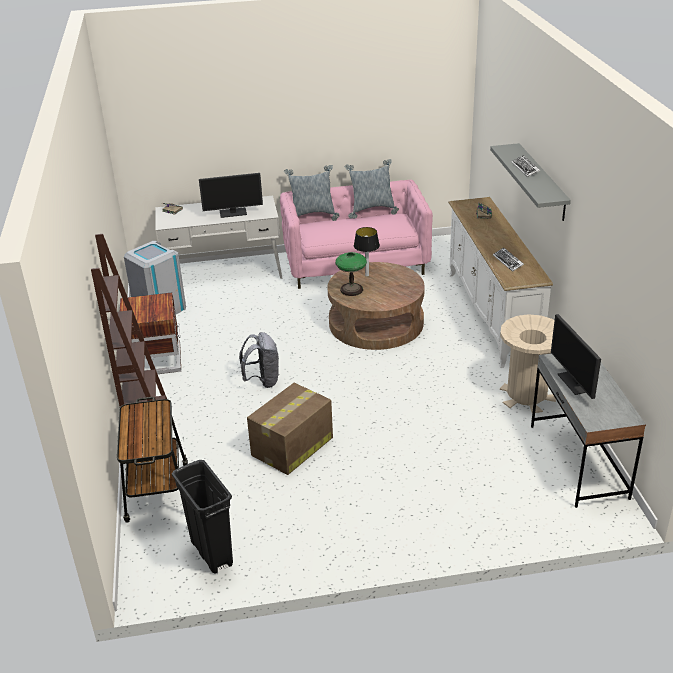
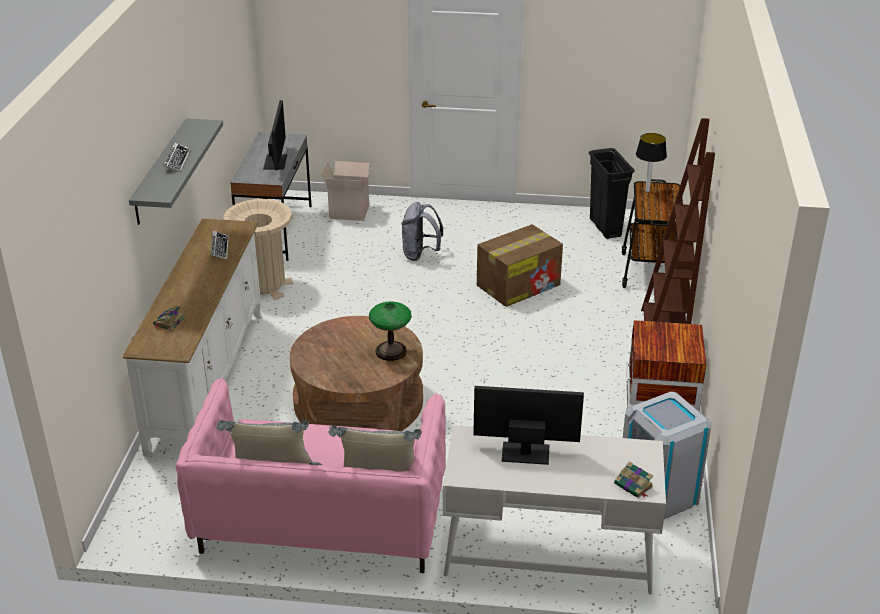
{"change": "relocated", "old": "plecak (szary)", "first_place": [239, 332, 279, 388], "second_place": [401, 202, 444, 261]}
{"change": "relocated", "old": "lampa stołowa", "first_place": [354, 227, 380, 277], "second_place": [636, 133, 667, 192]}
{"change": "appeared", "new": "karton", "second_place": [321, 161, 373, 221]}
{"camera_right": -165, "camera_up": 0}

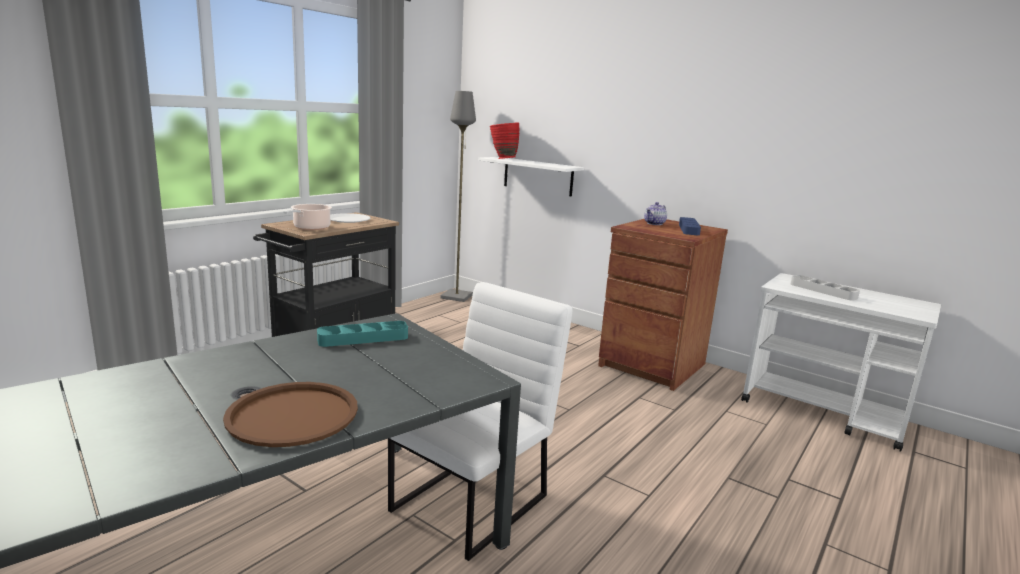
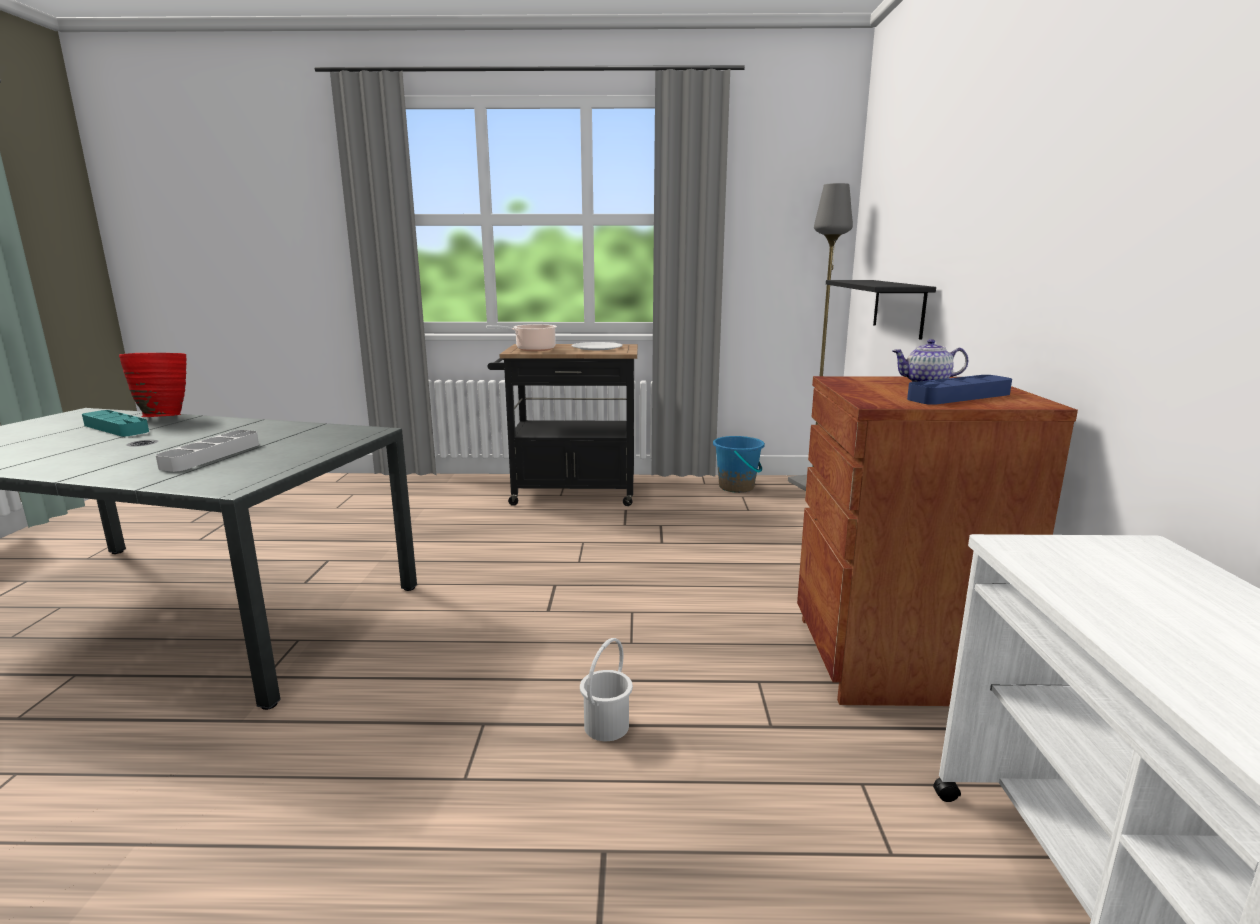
{"change": "missing", "old": "taca (brązowy)", "first_place": [223, 382, 358, 447]}
{"change": "relocated", "old": "taca (turkusowy)", "first_place": [317, 321, 408, 347], "second_place": [82, 410, 149, 436]}
{"change": "missing", "old": "krzesło (biały)", "first_place": [388, 282, 572, 561]}
{"change": "colour", "old": "półka (biały)", "new": "półka (czarny)", "first_place": [478, 157, 584, 196], "second_place": [826, 280, 936, 340]}
{"change": "relocated", "old": "wazon (czerwony)", "first_place": [490, 122, 519, 159], "second_place": [119, 353, 187, 417]}
{"change": "relocated", "old": "taca (szary)", "first_place": [791, 275, 860, 301], "second_place": [156, 430, 259, 472]}
{"change": "appeared", "new": "wiadro (biały)", "second_place": [580, 638, 633, 741]}
{"change": "appeared", "new": "wiadro (niebieski)", "second_place": [713, 436, 765, 493]}
{"camera_right": 55, "camera_up": 0}

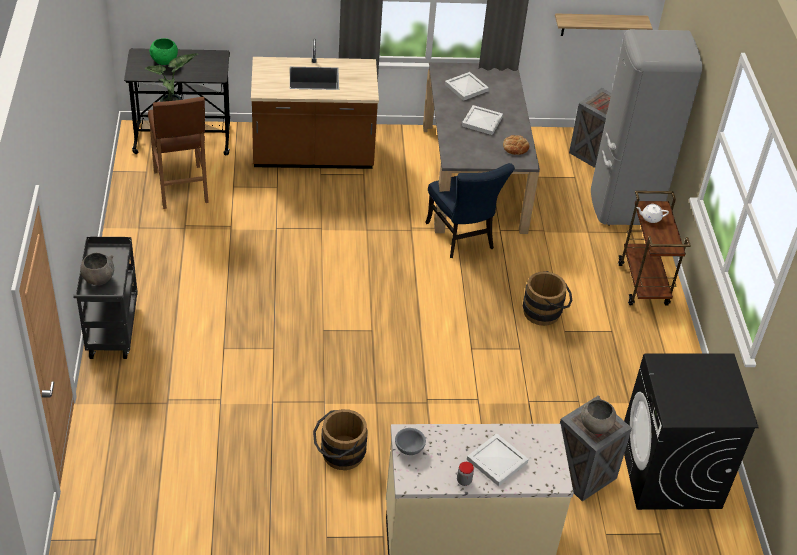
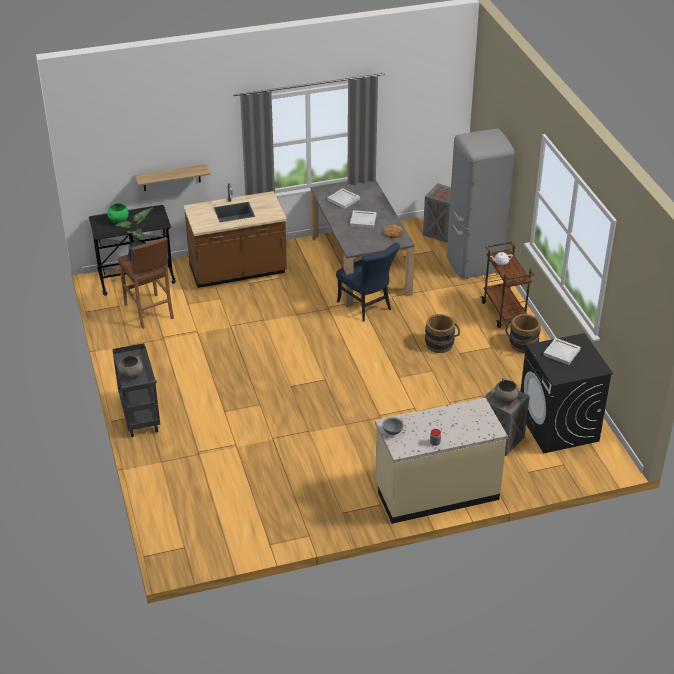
{"change": "relocated", "old": "wiadro (brązowy)", "first_place": [313, 409, 368, 470], "second_place": [505, 314, 541, 353]}
{"change": "relocated", "old": "taca (biały)", "first_place": [467, 434, 529, 486], "second_place": [543, 338, 581, 365]}
{"change": "relocated", "old": "półka", "first_place": [555, 13, 653, 36], "second_place": [135, 164, 210, 191]}
{"camera_right": -10, "camera_up": -5}

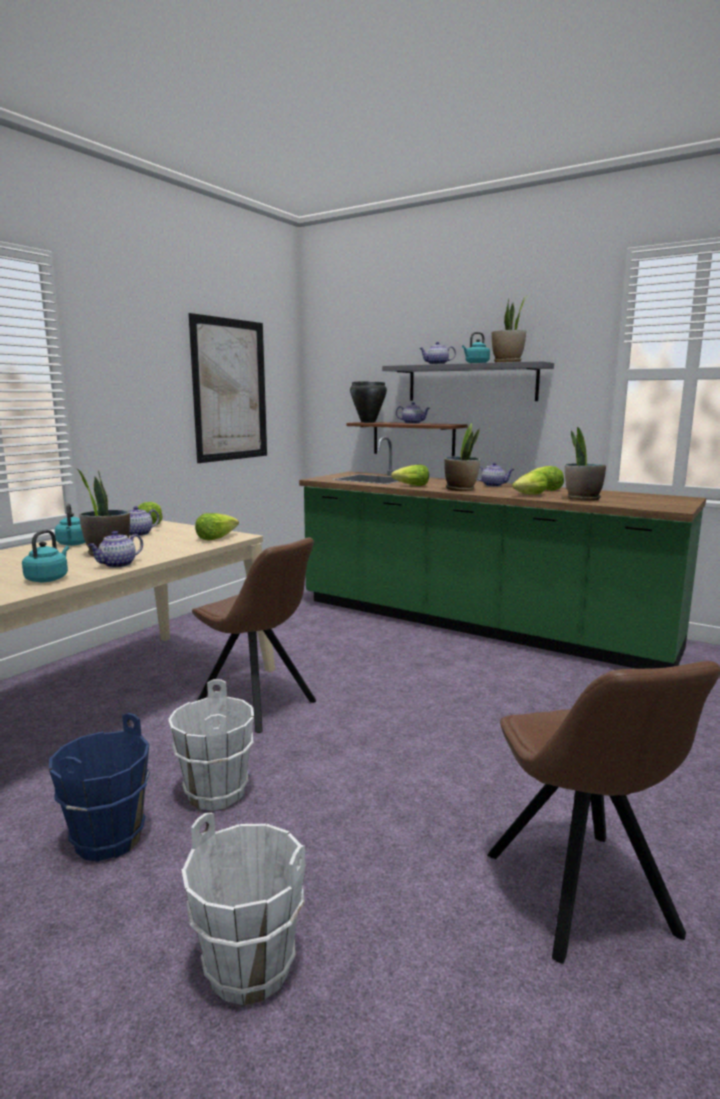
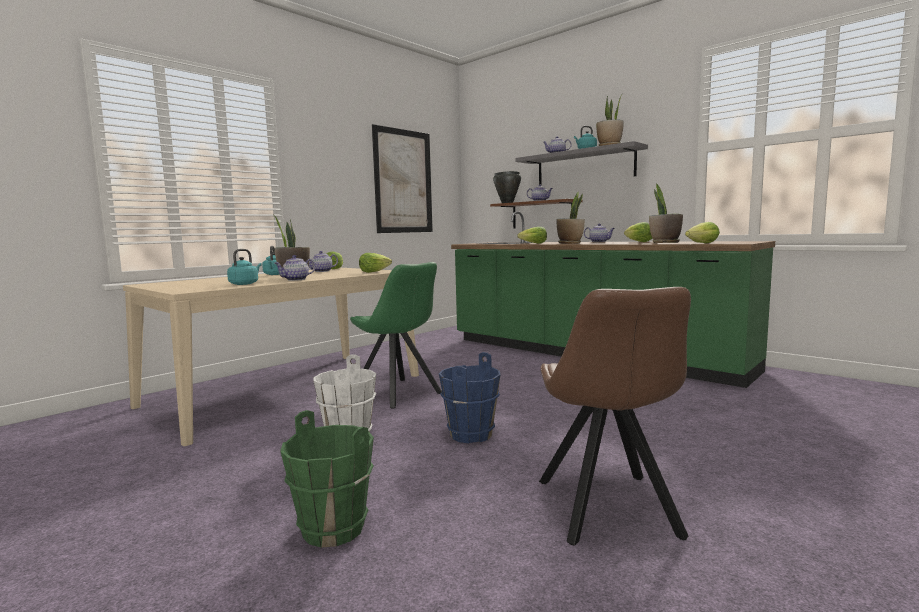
{"change": "relocated", "old": "wiadro (niebieski)", "first_place": [49, 713, 150, 862], "second_place": [439, 352, 501, 443]}
{"change": "colour", "old": "wiadro (biały)", "new": "wiadro (zielony)", "first_place": [181, 813, 306, 1005], "second_place": [280, 410, 374, 548]}
{"change": "colour", "old": "krzesło (brązowy)", "new": "krzesło (zielony)", "first_place": [192, 537, 316, 733], "second_place": [350, 262, 442, 409]}
{"change": "relocated", "old": "sałata", "first_place": [512, 471, 548, 495], "second_place": [685, 222, 720, 243]}
{"camera_right": 10, "camera_up": -5}

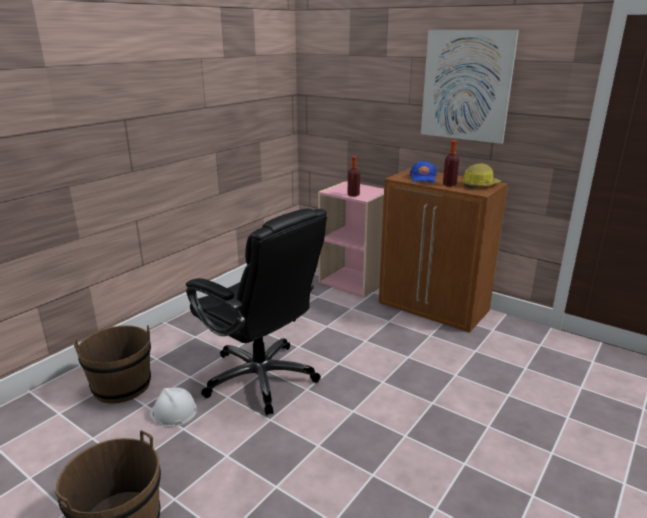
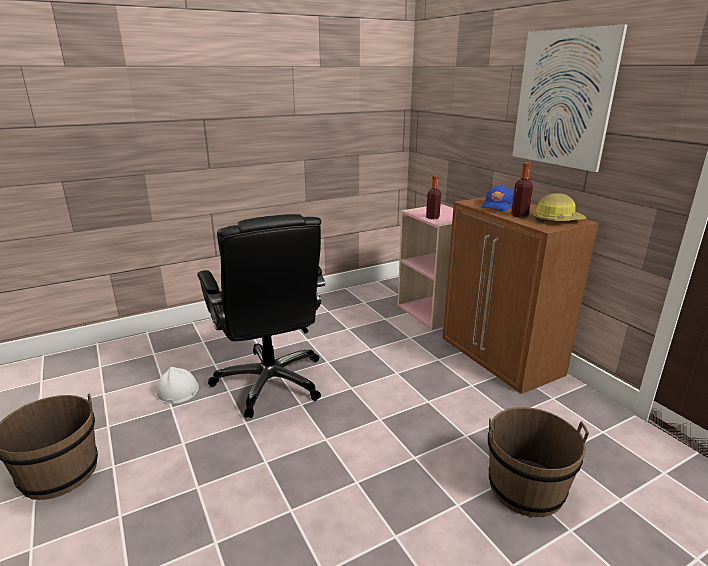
{"change": "relocated", "old": "wiadro (brązowy)", "first_place": [74, 325, 151, 404], "second_place": [488, 407, 589, 517]}
{"camera_right": 25, "camera_up": 0}

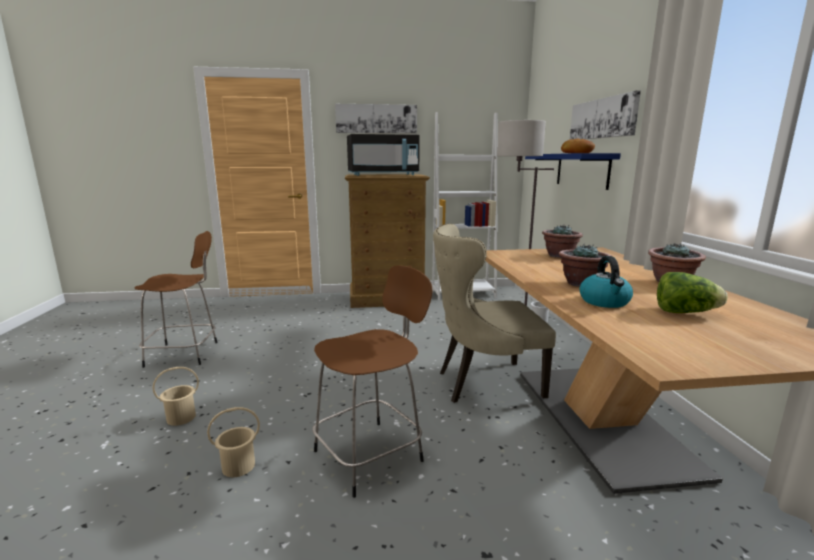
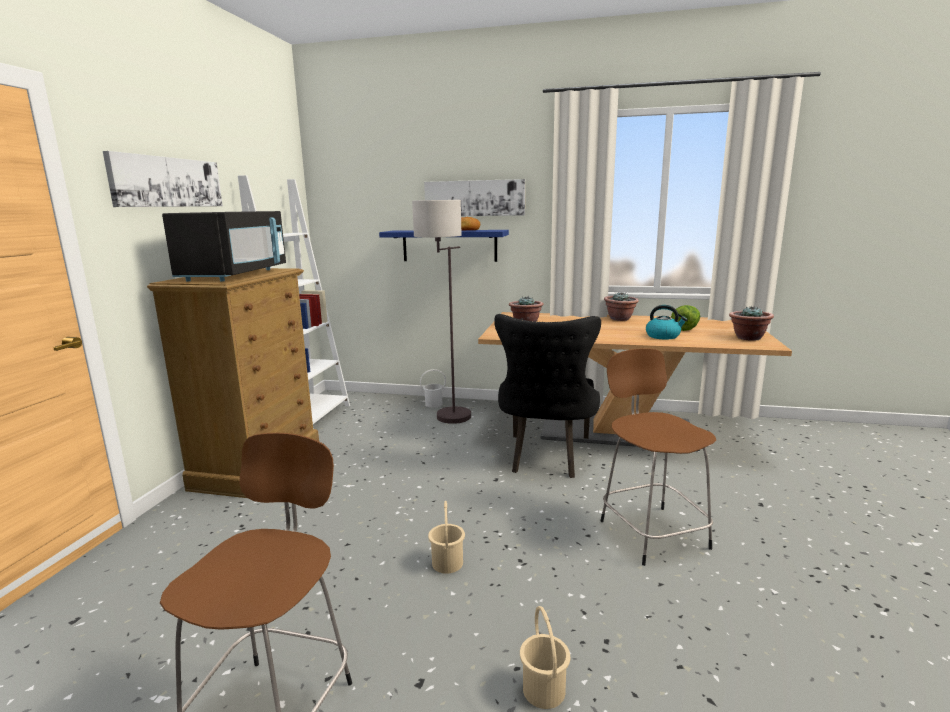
{"change": "relocated", "old": "wiadro (beżowy)", "first_place": [207, 407, 260, 477], "second_place": [428, 501, 465, 574]}
{"change": "colour", "old": "krzesło (beżowy)", "new": "krzesło (czarny)", "first_place": [433, 224, 556, 403], "second_place": [494, 314, 601, 478]}
{"change": "relocated", "old": "roślina doniczkowa", "first_place": [559, 243, 611, 287], "second_place": [729, 305, 774, 341]}
{"camera_right": -70, "camera_up": 0}

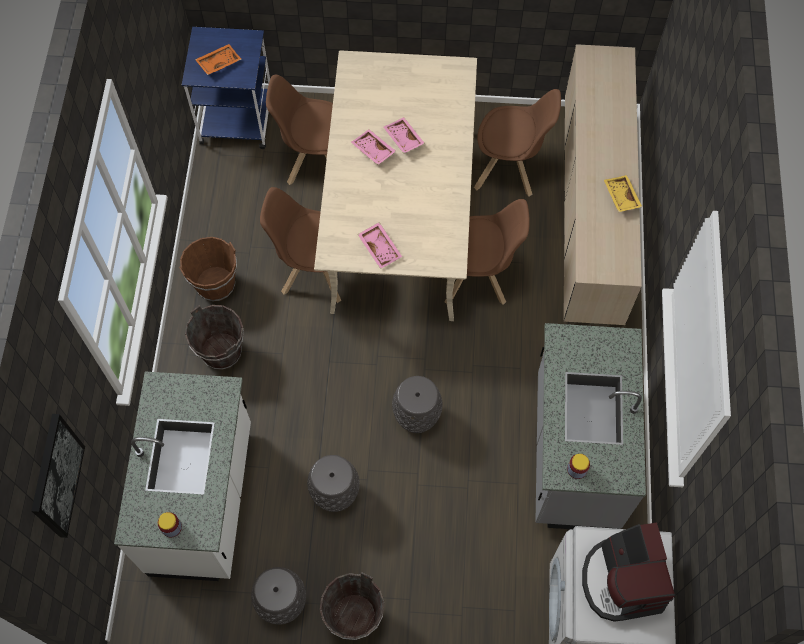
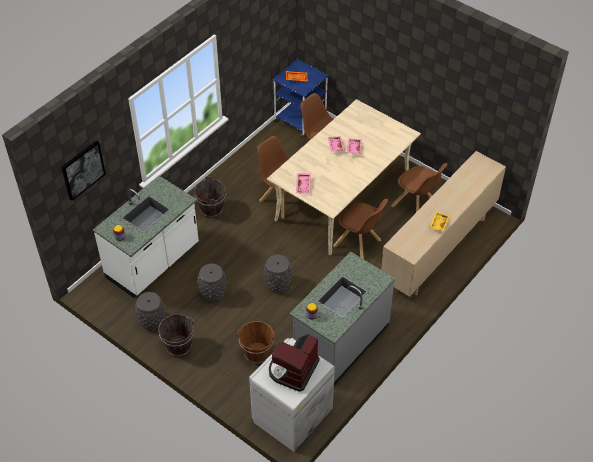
{"change": "relocated", "old": "wiadro (brązowy)", "first_place": [179, 237, 237, 301], "second_place": [238, 321, 274, 364]}
{"camera_right": 35, "camera_up": -15}

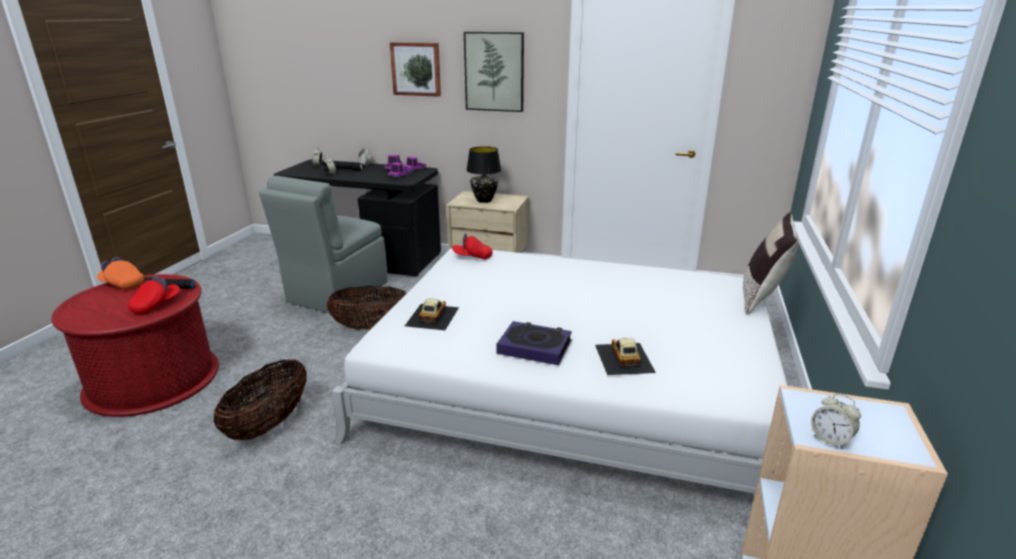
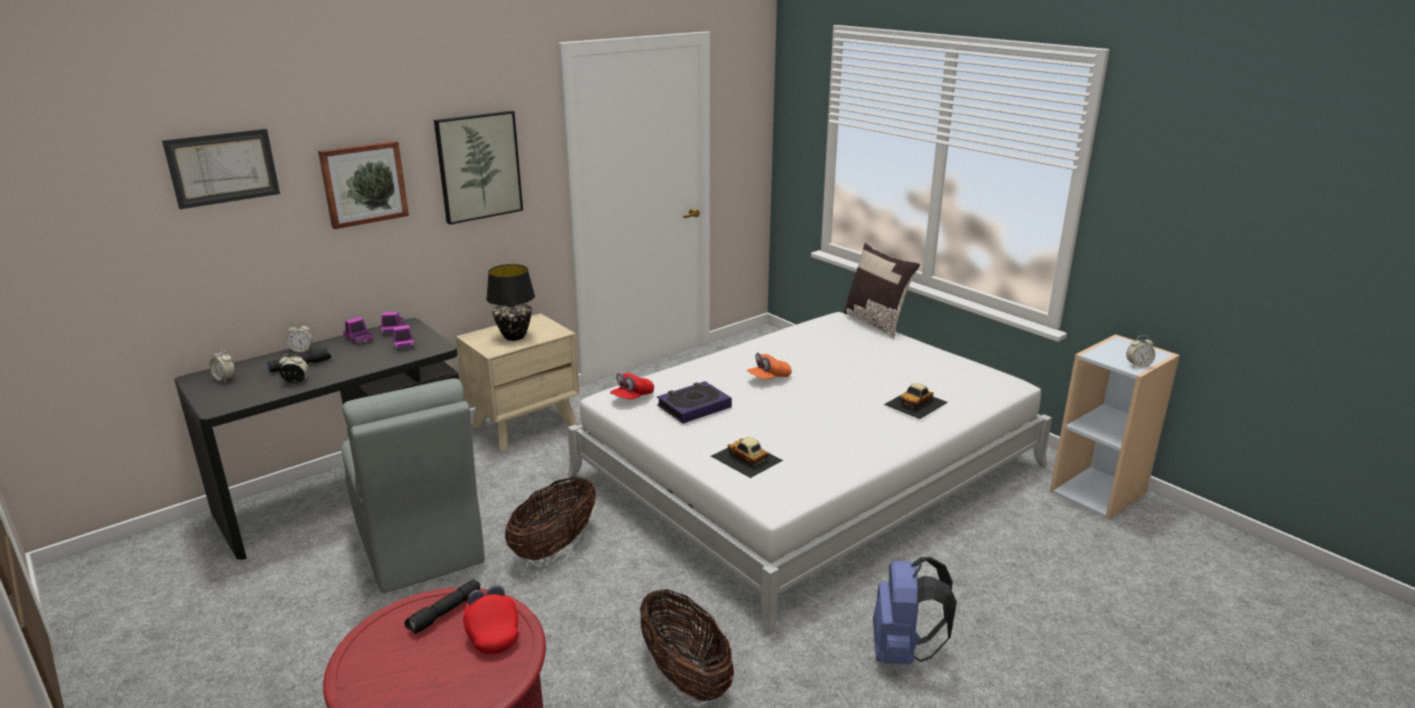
{"change": "relocated", "old": "czapka z daszkiem (pomarańczowy)", "first_place": [97, 257, 144, 289], "second_place": [747, 353, 792, 379]}
{"change": "relocated", "old": "książka", "first_place": [497, 321, 572, 365], "second_place": [657, 381, 732, 424]}
{"change": "spun", "old": "samochodzik", "first_place": [595, 338, 656, 375], "second_place": [884, 383, 948, 419], "degrees": -75}
{"change": "appeared", "new": "obraz", "second_place": [162, 129, 280, 209]}
{"change": "appeared", "new": "plecak (niebieski)", "second_place": [873, 557, 957, 665]}
{"camera_right": -55, "camera_up": 0}

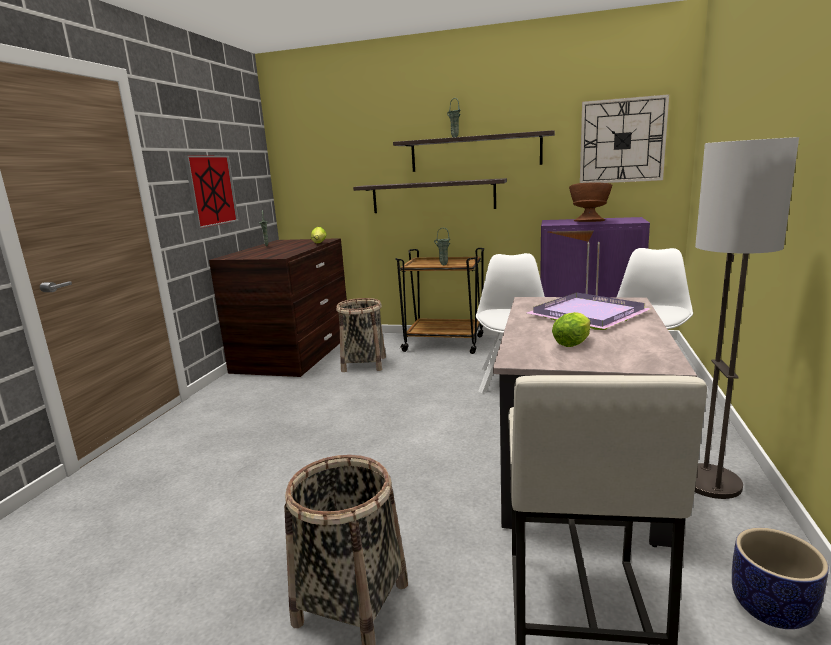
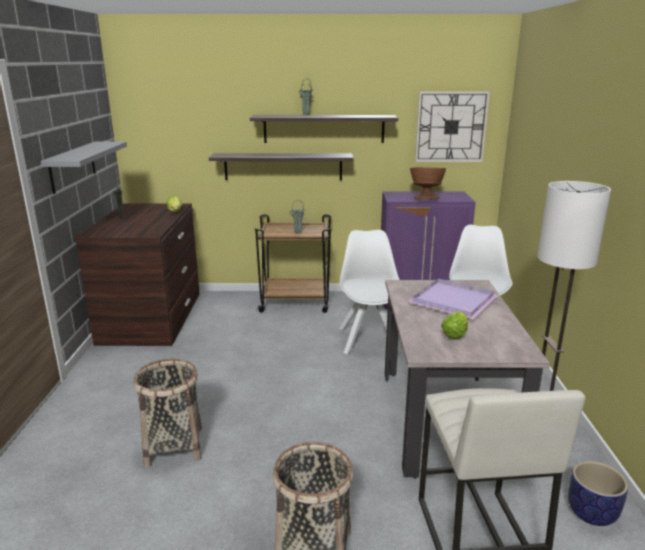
{"change": "exchanged", "old": "obraz", "new": "półka (szary)", "first_place": [184, 155, 239, 229], "second_place": [41, 141, 127, 194]}
{"change": "relocated", "old": "koszyk", "first_place": [336, 298, 386, 372], "second_place": [133, 358, 202, 468]}
{"camera_right": -15, "camera_up": 5}

